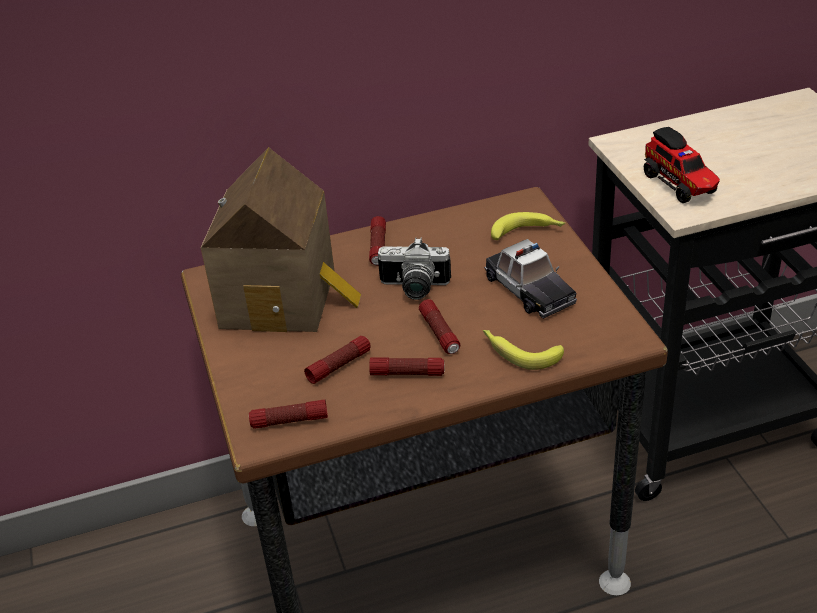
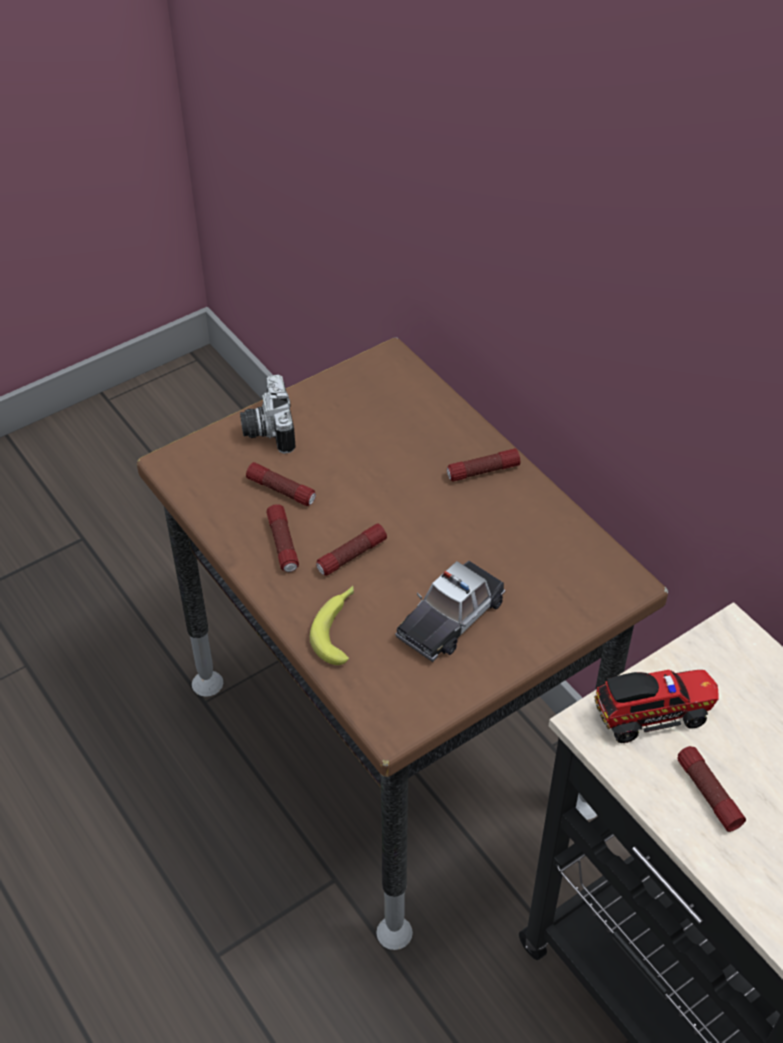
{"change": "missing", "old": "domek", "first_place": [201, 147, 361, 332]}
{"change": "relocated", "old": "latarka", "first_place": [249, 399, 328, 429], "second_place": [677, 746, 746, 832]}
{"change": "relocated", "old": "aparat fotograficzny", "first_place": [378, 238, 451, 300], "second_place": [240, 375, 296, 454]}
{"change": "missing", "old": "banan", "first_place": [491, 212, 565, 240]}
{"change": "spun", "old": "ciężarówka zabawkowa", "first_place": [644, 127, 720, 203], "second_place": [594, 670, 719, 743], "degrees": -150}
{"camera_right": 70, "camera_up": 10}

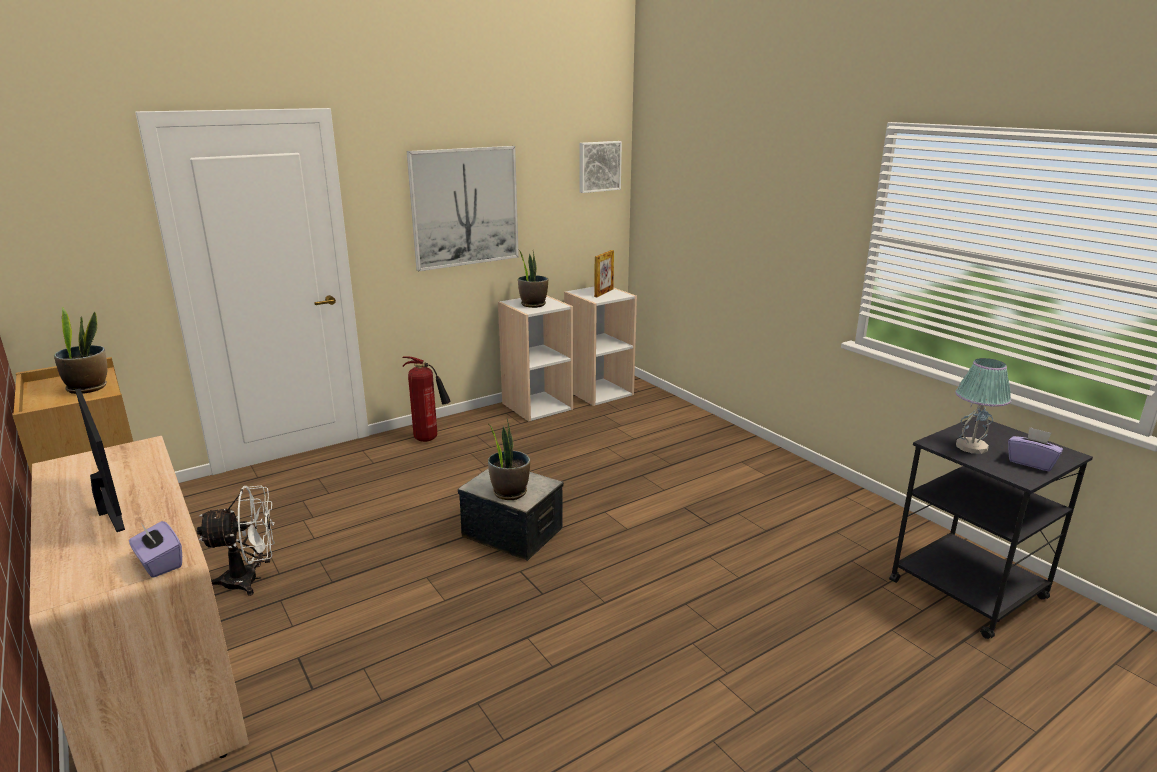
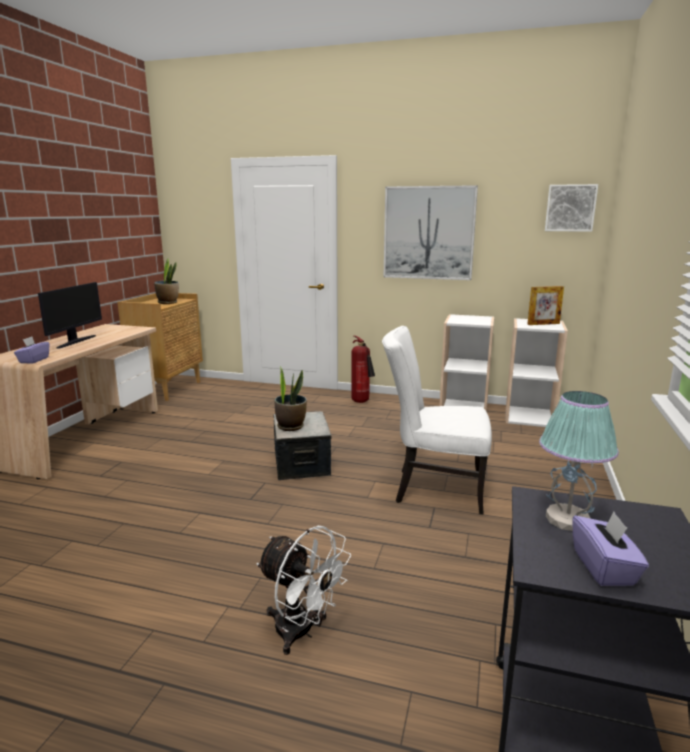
{"change": "relocated", "old": "wentylator (biały)", "first_place": [197, 486, 275, 596], "second_place": [256, 526, 351, 655]}
{"change": "missing", "old": "roślina doniczkowa", "first_place": [518, 249, 548, 308]}
{"change": "appeared", "new": "krzesło (biały)", "second_place": [382, 326, 492, 514]}
{"camera_right": 50, "camera_up": -5}

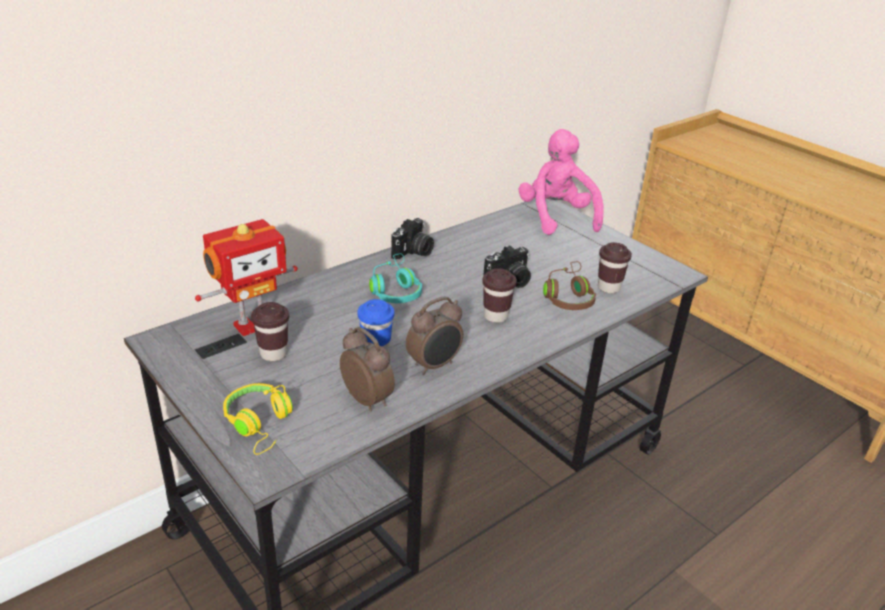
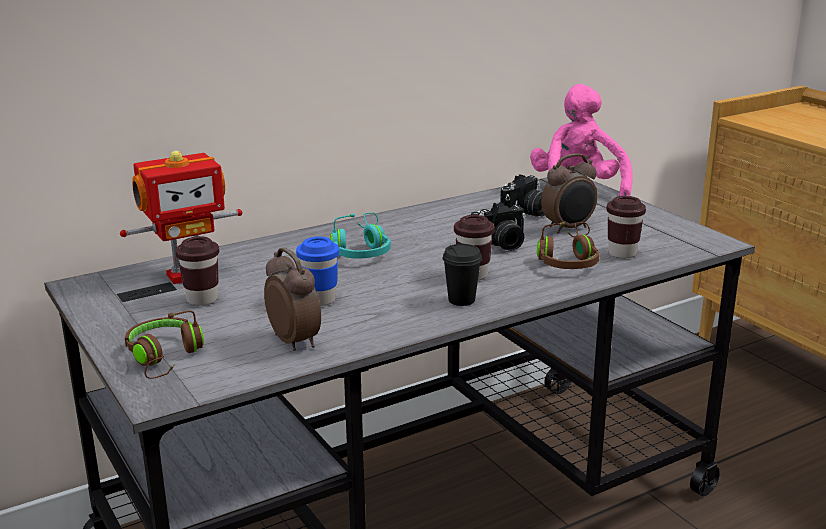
{"change": "colour", "old": "słuchawki (żółty)", "new": "słuchawki (brązowy)", "first_place": [223, 383, 293, 455], "second_place": [125, 311, 204, 379]}
{"change": "relocated", "old": "aparat fotograficzny", "first_place": [391, 218, 434, 260], "second_place": [501, 174, 544, 217]}
{"change": "relocated", "old": "budzik", "first_place": [406, 296, 463, 375], "second_place": [541, 153, 598, 233]}
{"change": "appeared", "new": "filiżanka (czarny)", "second_place": [443, 244, 482, 306]}
{"camera_right": 10, "camera_up": -10}

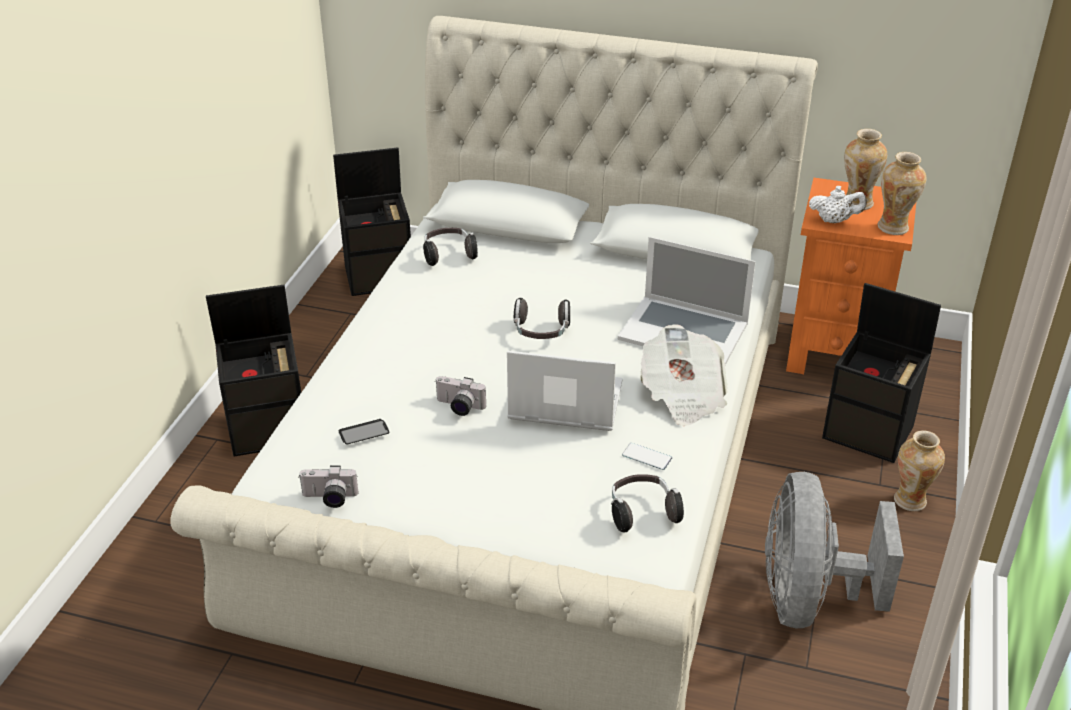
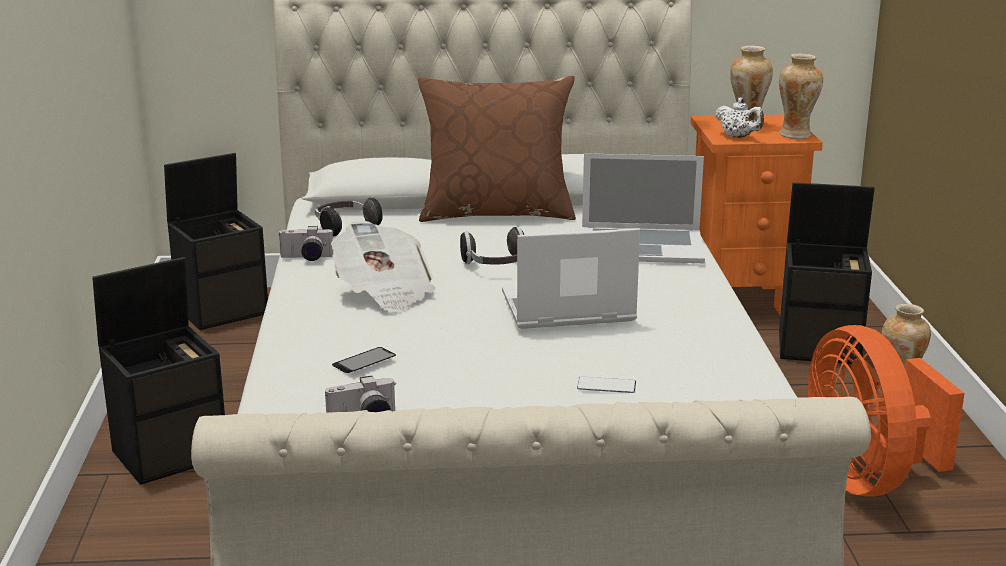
{"change": "relocated", "old": "aparat fotograficzny", "first_place": [436, 376, 486, 416], "second_place": [278, 226, 334, 261]}
{"change": "missing", "old": "słuchawki", "first_place": [611, 474, 684, 532]}
{"change": "relocated", "old": "telefon", "first_place": [622, 443, 672, 470], "second_place": [577, 377, 636, 393]}
{"change": "relocated", "old": "gazeta", "first_place": [640, 325, 728, 426], "second_place": [331, 221, 435, 313]}
{"change": "colour", "old": "wentylator (szary)", "new": "wentylator (pomarańczowy)", "first_place": [765, 472, 904, 628], "second_place": [808, 325, 965, 497]}
{"change": "spun", "old": "imbryk (biały)", "first_place": [809, 186, 867, 223], "second_place": [715, 98, 764, 138], "degrees": 60}
{"change": "appeared", "new": "poduszka (brązowy)", "second_place": [418, 76, 576, 222]}
{"camera_right": -20, "camera_up": -15}

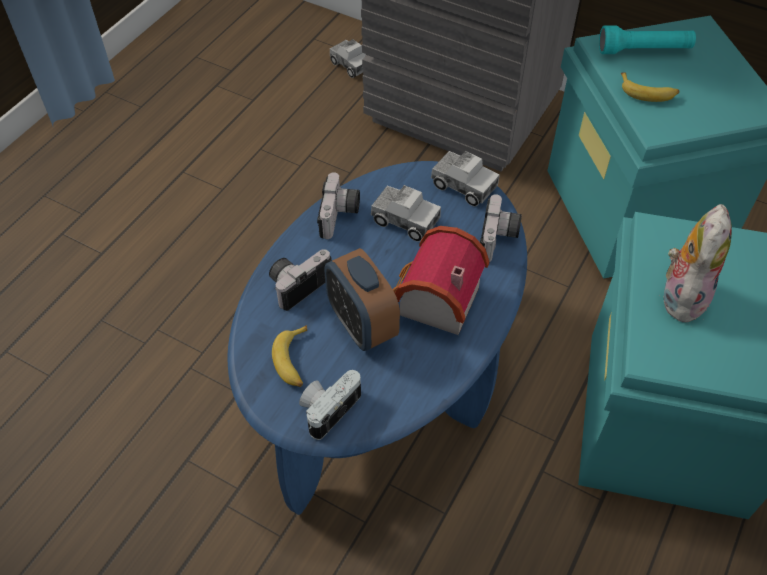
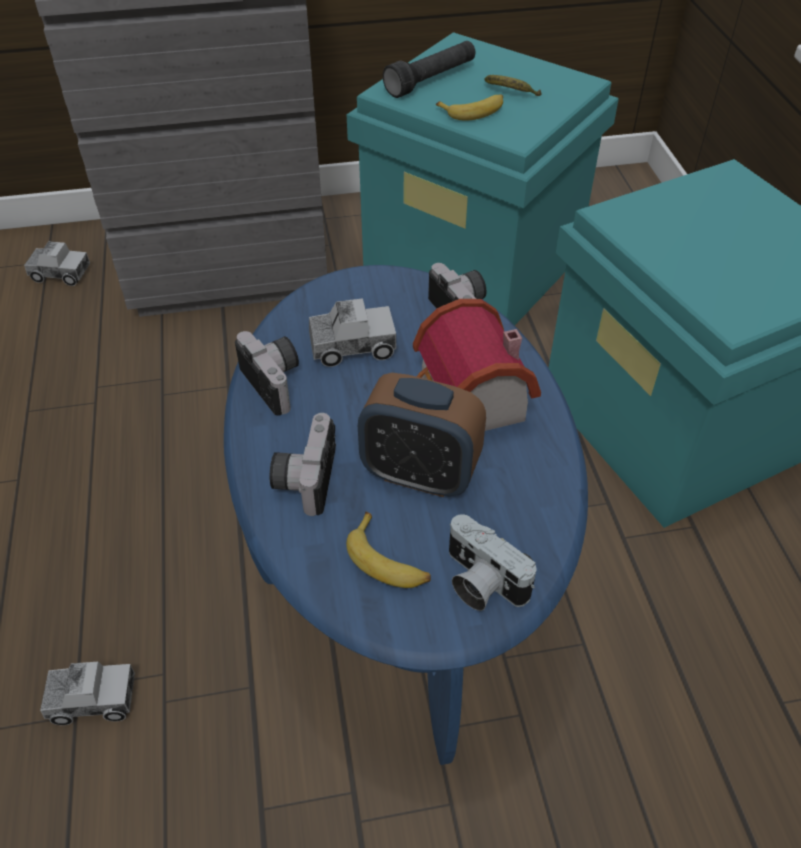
{"change": "spun", "old": "aparat fotograficzny", "first_place": [299, 370, 361, 440], "second_place": [449, 514, 537, 611], "degrees": -45}
{"change": "relocated", "old": "ciężarówka zabawkowa", "first_place": [431, 151, 500, 206], "second_place": [40, 662, 135, 725]}
{"change": "colour", "old": "latarka (turkusowy)", "new": "latarka (czarny)", "first_place": [599, 25, 696, 54], "second_place": [383, 41, 475, 98]}
{"change": "missing", "old": "pluszak", "first_place": [663, 204, 732, 323]}
{"change": "appeared", "new": "banan", "second_place": [485, 75, 541, 96]}
{"camera_right": -40, "camera_up": -5}

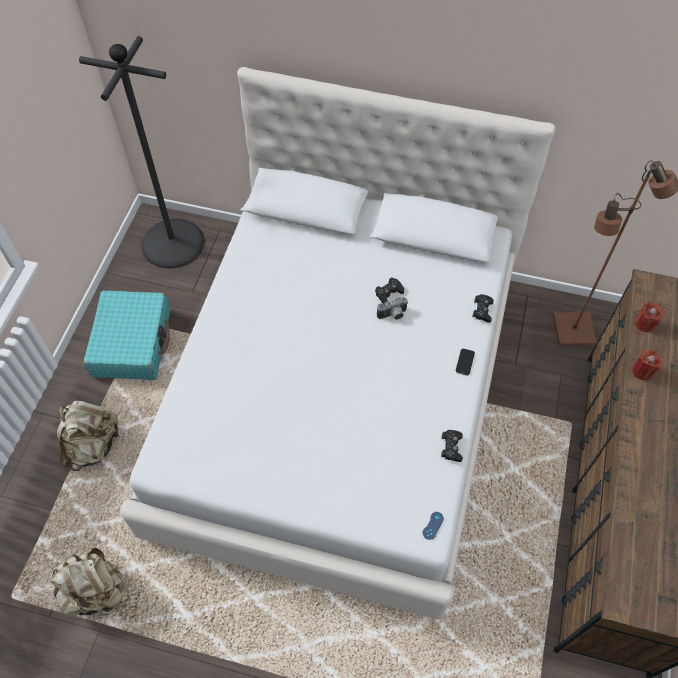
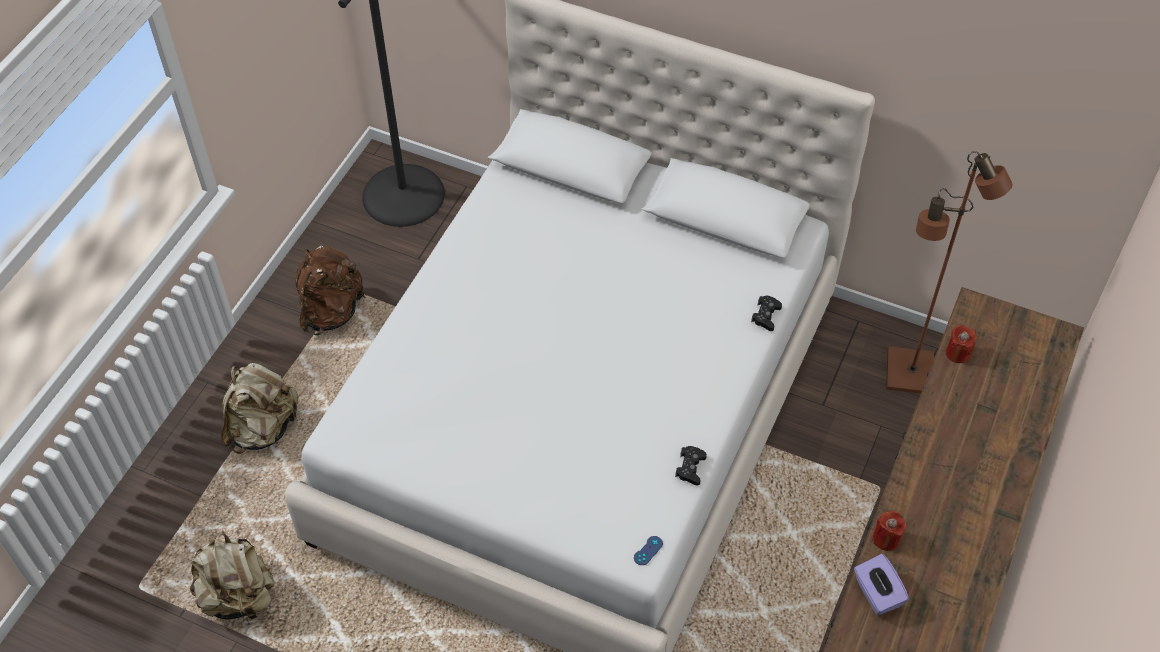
{"change": "exchanged", "old": "walizka (turkusowy)", "new": "plecak (brązowy)", "first_place": [83, 290, 170, 380], "second_place": [295, 246, 366, 335]}
{"change": "missing", "old": "pad do gier (czarny)", "first_place": [375, 277, 404, 303]}
{"change": "missing", "old": "aparat fotograficzny", "first_place": [377, 297, 408, 320]}
{"change": "missing", "old": "telefon", "first_place": [456, 349, 475, 376]}
{"change": "relocated", "old": "świeca (czerwony)", "first_place": [632, 350, 663, 380], "second_place": [873, 511, 907, 551]}
{"change": "appeared", "new": "pudełko chusteczek (fioletowy)", "second_place": [854, 554, 909, 615]}
{"camera_right": 10, "camera_up": -5}

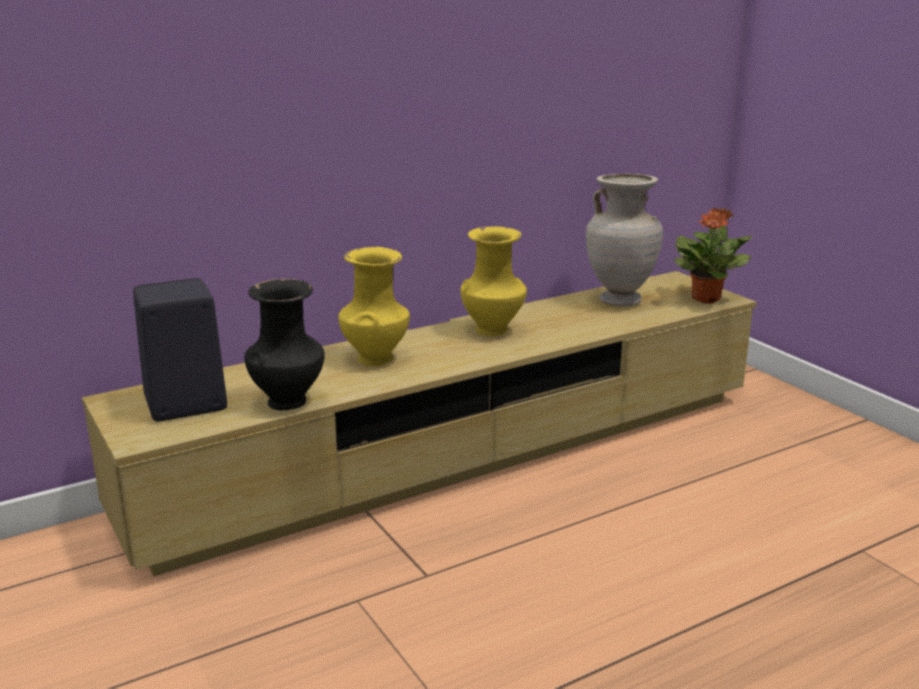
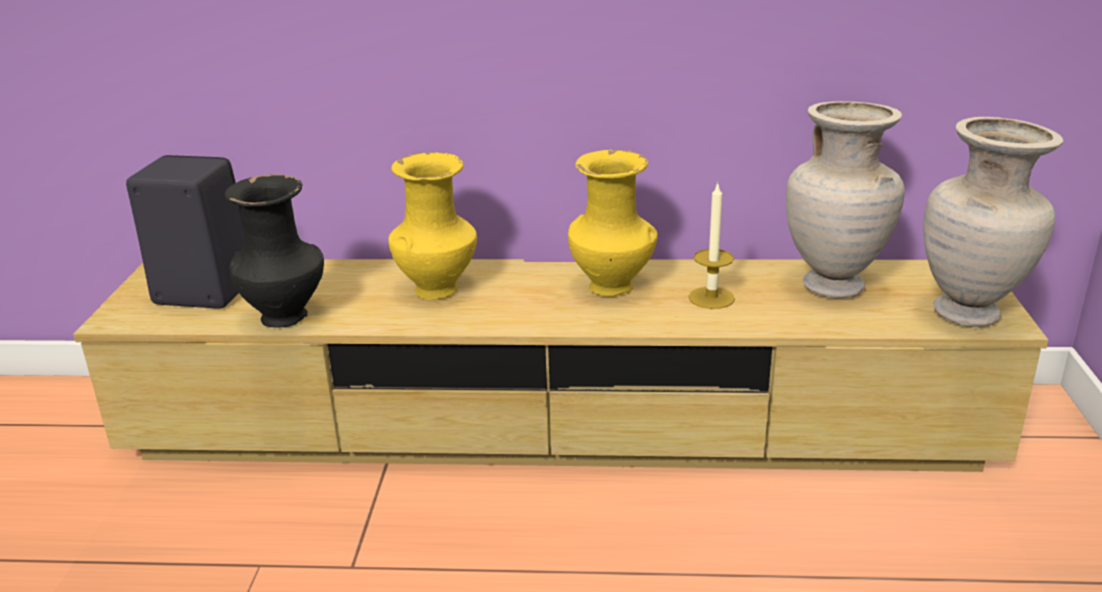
{"change": "exchanged", "old": "roślina doniczkowa", "new": "wazon (beżowy)", "first_place": [674, 208, 753, 304], "second_place": [923, 117, 1064, 327]}
{"change": "appeared", "new": "świeca", "second_place": [688, 182, 735, 309]}
{"camera_right": 35, "camera_up": 5}

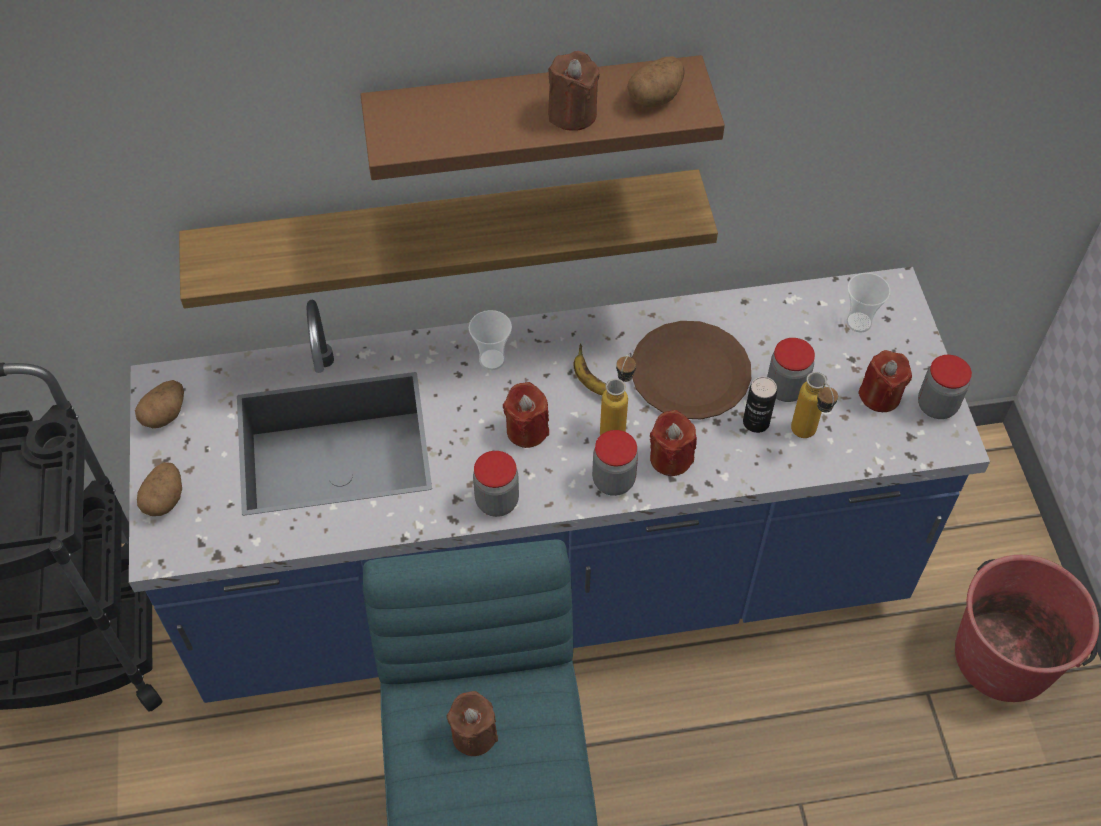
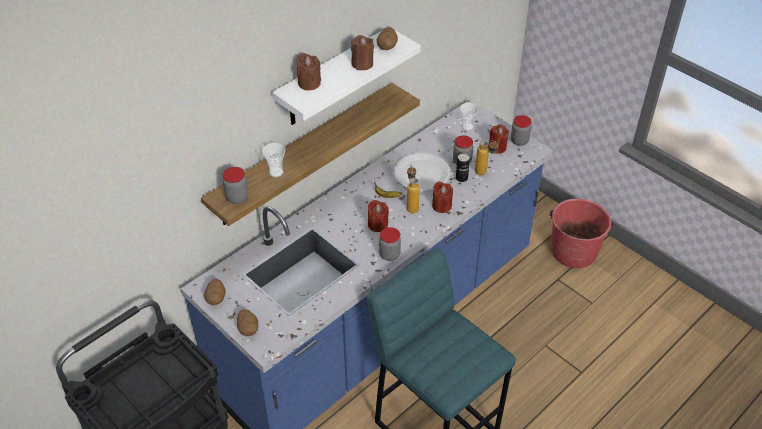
{"change": "colour", "old": "półka (brązowy)", "new": "półka (biały)", "first_place": [360, 55, 725, 180], "second_place": [272, 30, 421, 125]}
{"change": "relocated", "old": "świeca (brązowy)", "first_place": [446, 691, 498, 756], "second_place": [297, 53, 321, 90]}
{"change": "relocated", "old": "filiżanka", "first_place": [469, 310, 512, 370], "second_place": [262, 143, 285, 177]}
{"change": "relocated", "old": "słoik", "first_place": [592, 430, 638, 496], "second_place": [223, 167, 248, 204]}
{"change": "colour", "old": "talerz (brązowy)", "new": "talerz (biały)", "first_place": [632, 321, 751, 419], "second_place": [394, 152, 450, 192]}
{"camera_right": -35, "camera_up": -10}

